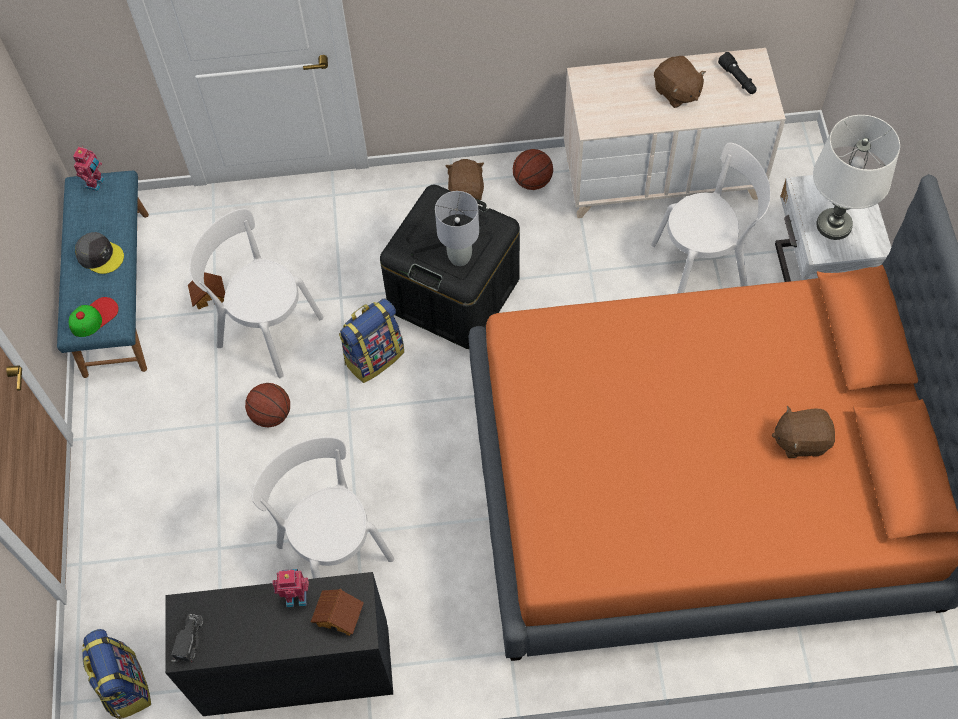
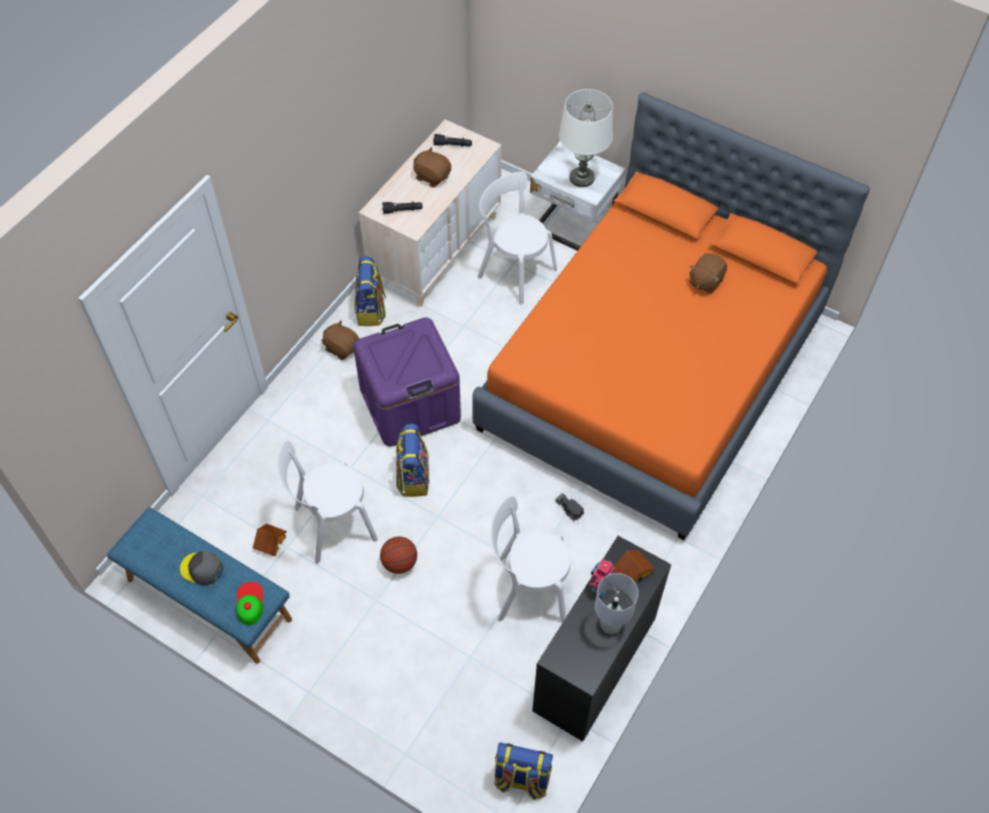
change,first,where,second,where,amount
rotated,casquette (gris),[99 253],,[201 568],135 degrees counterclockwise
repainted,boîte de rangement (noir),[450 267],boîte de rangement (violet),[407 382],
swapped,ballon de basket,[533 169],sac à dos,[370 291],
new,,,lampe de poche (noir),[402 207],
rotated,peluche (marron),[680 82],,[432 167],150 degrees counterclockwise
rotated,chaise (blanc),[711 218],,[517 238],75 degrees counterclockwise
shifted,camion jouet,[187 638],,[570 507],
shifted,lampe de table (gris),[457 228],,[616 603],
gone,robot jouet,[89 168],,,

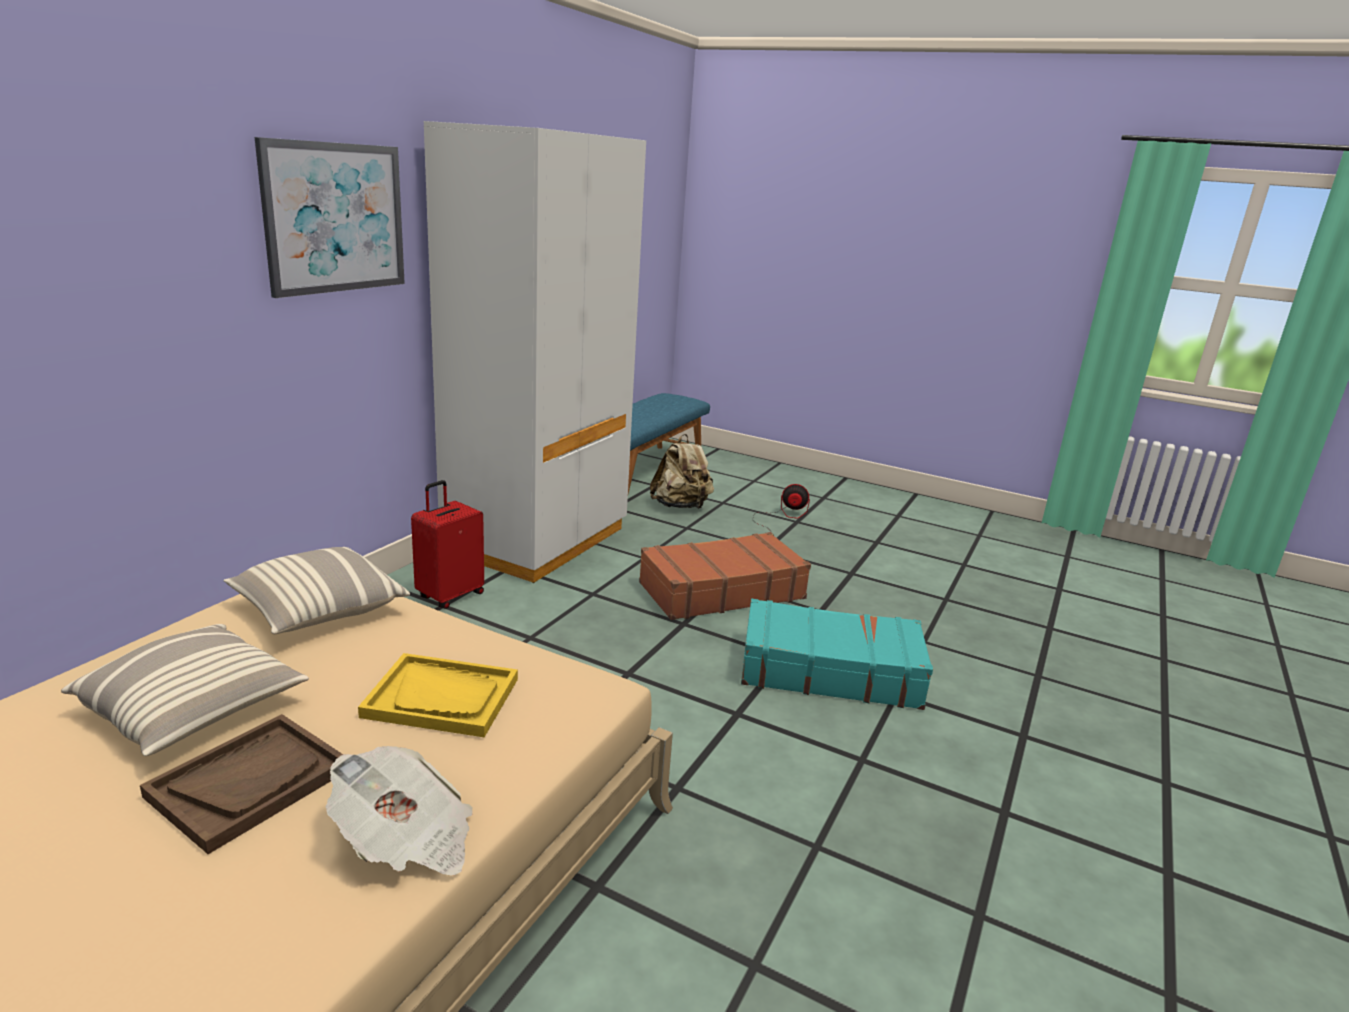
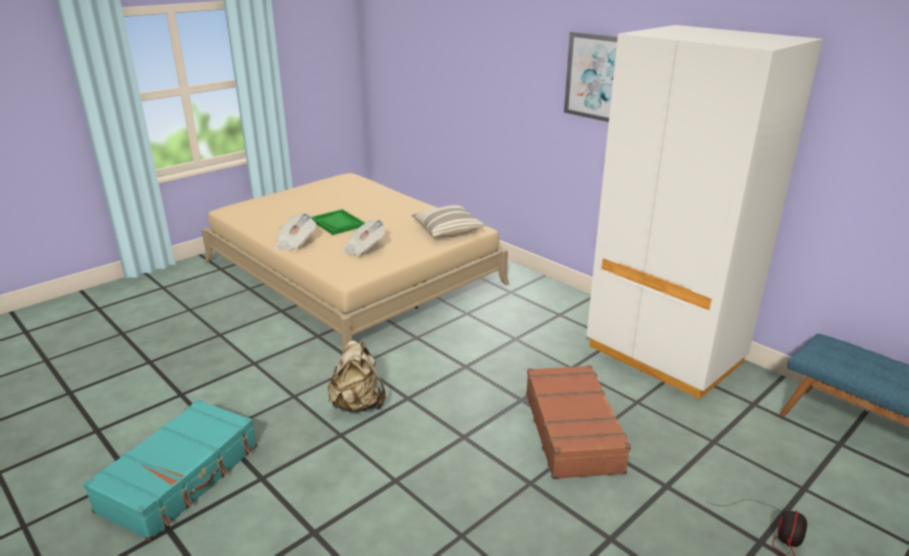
change,first,where,second,where,amount
shifted,valise (turquoise),[837 654],,[170 470],
repainted,plateau (marron),[241 784],plateau (vert),[338 222],
shifted,sac à dos (beige),[682 471],,[357 376],
swapped,plateau (jaune),[438 695],journal,[363 238],
gone,coussin,[185 690],,,
gone,valise (rouge),[447 544],,,

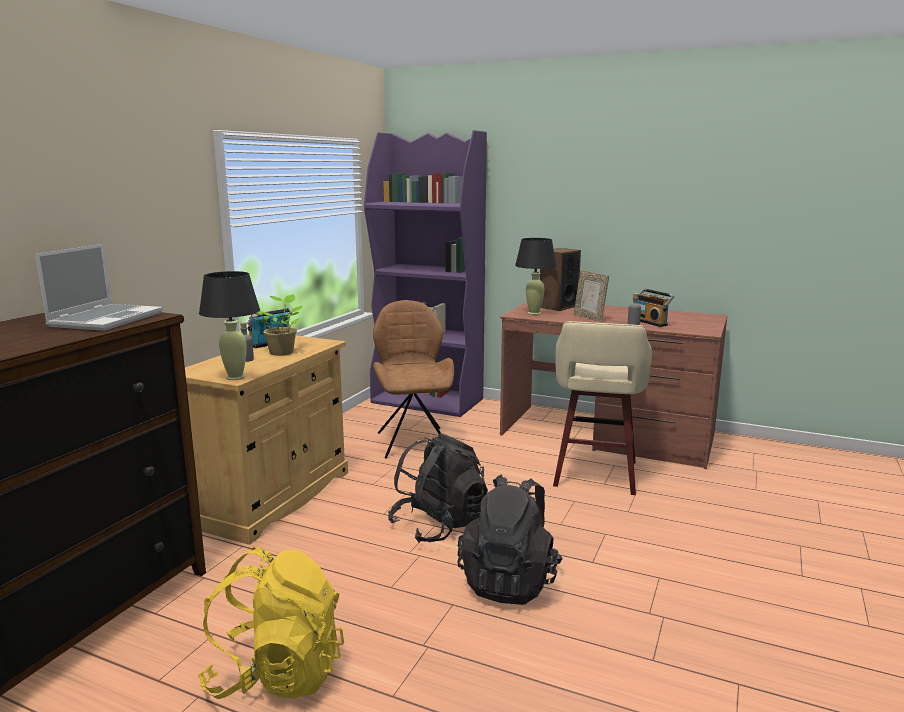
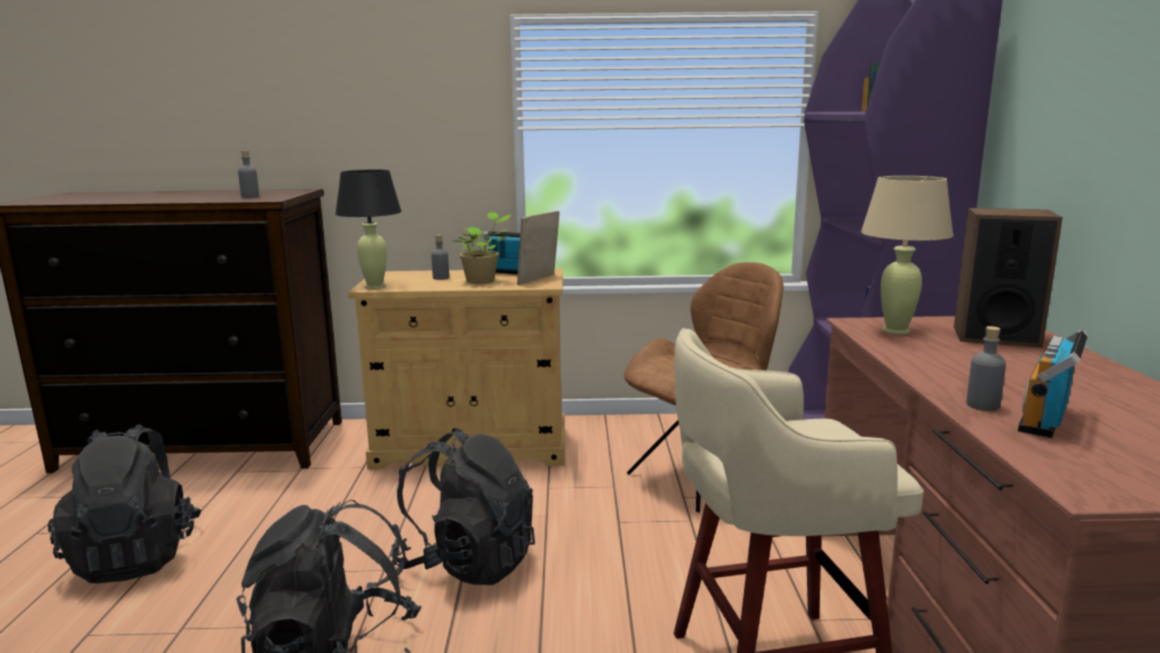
change,first,where,second,where,amount
repainted,sac à dos (jaune),[271 622],sac à dos (noir),[124 504],
swapped,ordinateur portable,[99 287],bouteille (gris),[248 174],
shifted,cadre photo,[591 296],,[538 248],
repainted,lampe de table (noir),[536 276],lampe de table (beige),[907 255],

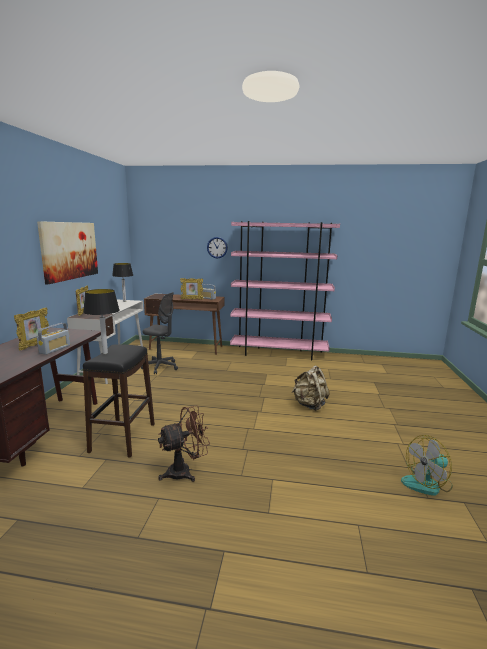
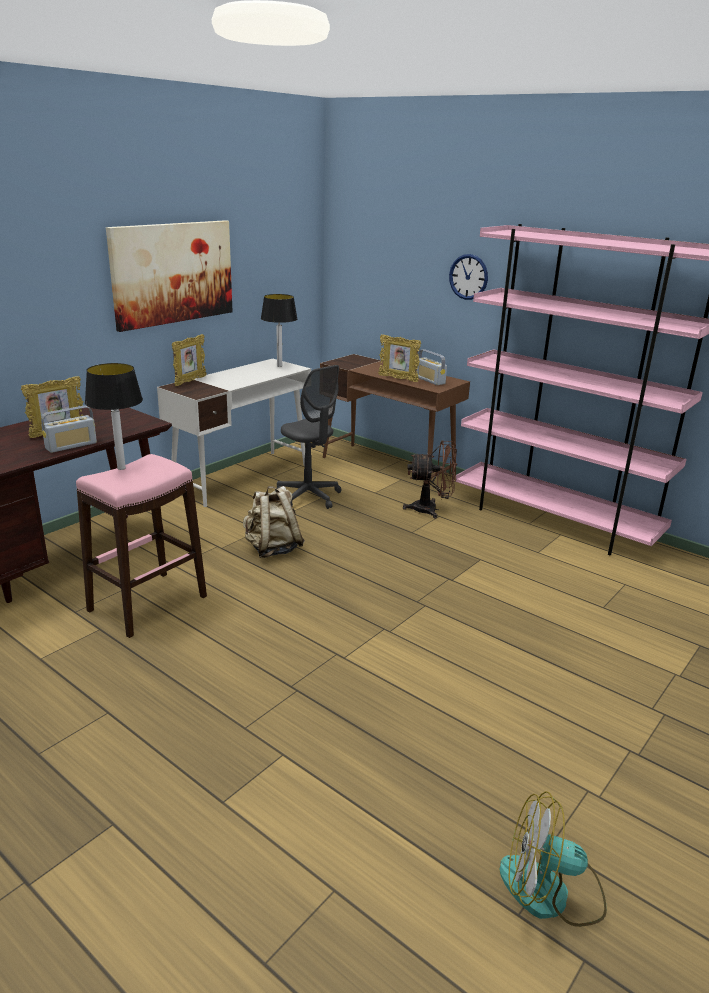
change,first,where,second,where,amount
repainted,tabouret (noir),[119 401],tabouret (rose),[141 546],
shifted,sac à dos (beige),[311 388],,[274 522],
shifted,ventilateur (marron),[184 443],,[430 479],

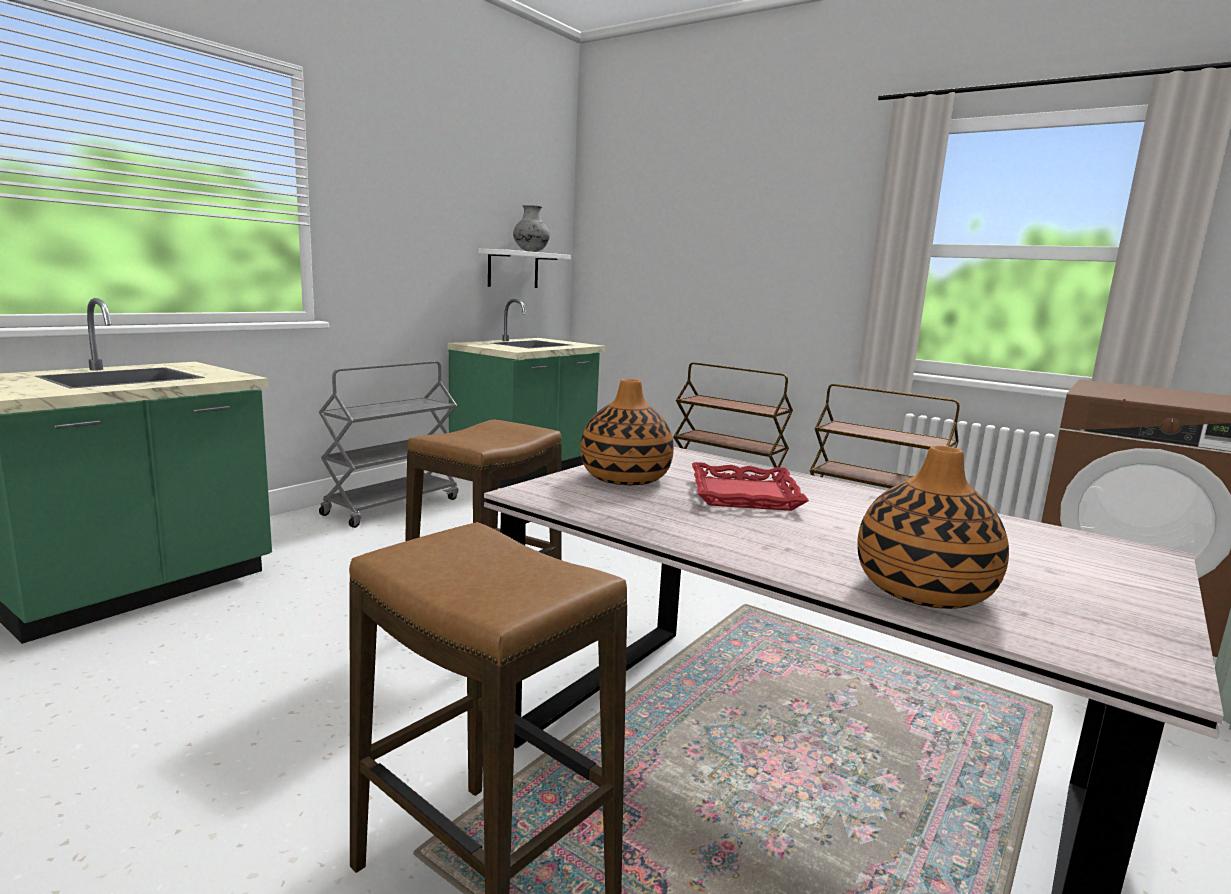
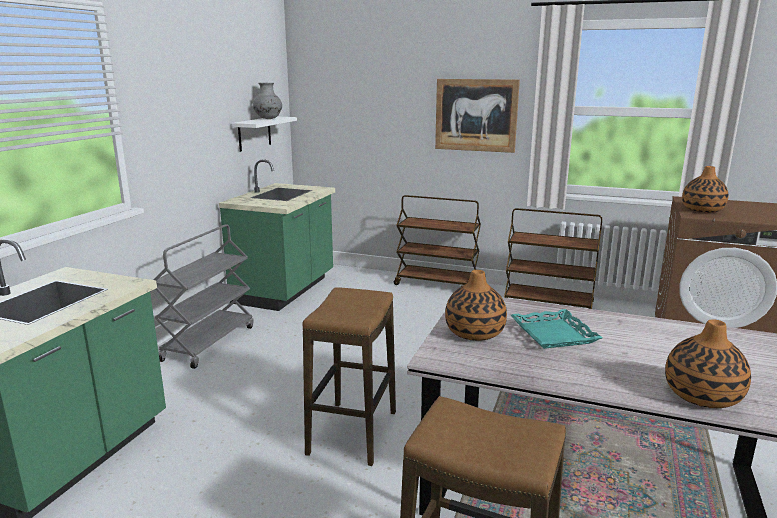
change,first,where,second,where,amount
new,,,tableau,[477 116],
repainted,plateau (rouge),[750 486],plateau (turquoise),[557 329],
new,,,vase,[705 189],

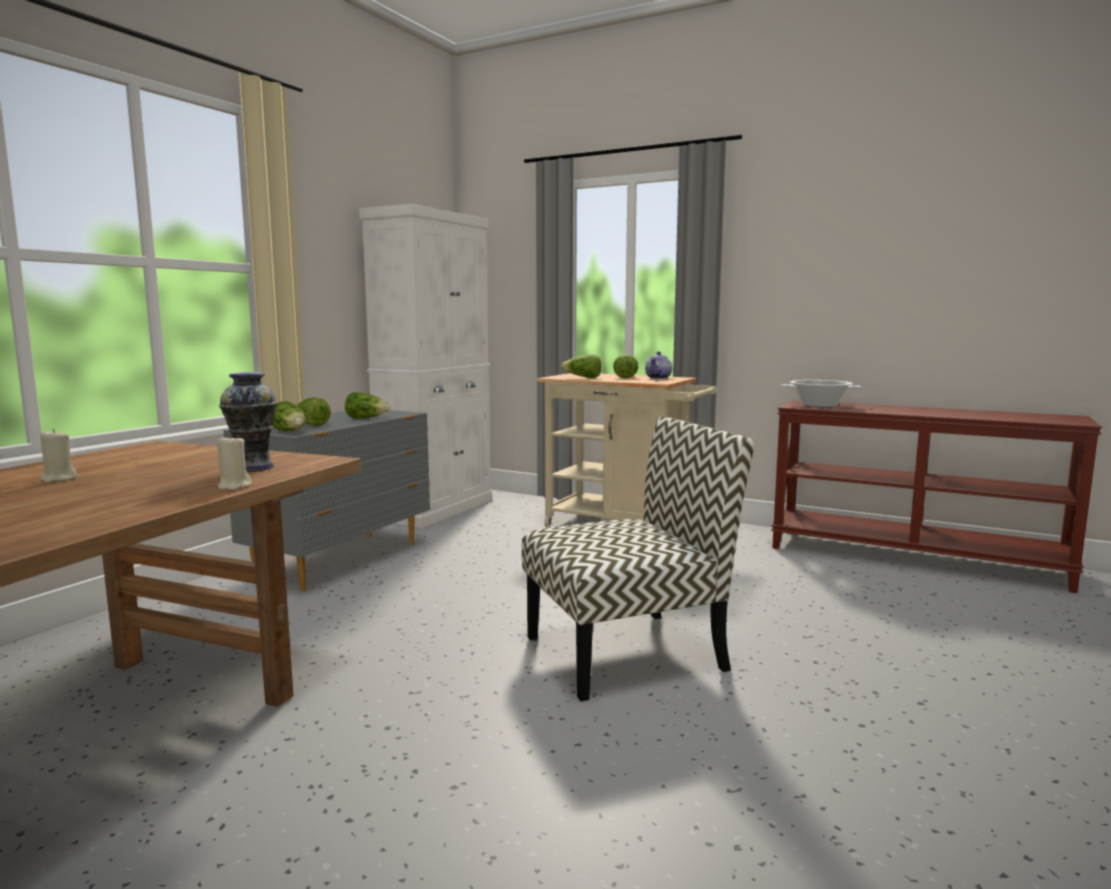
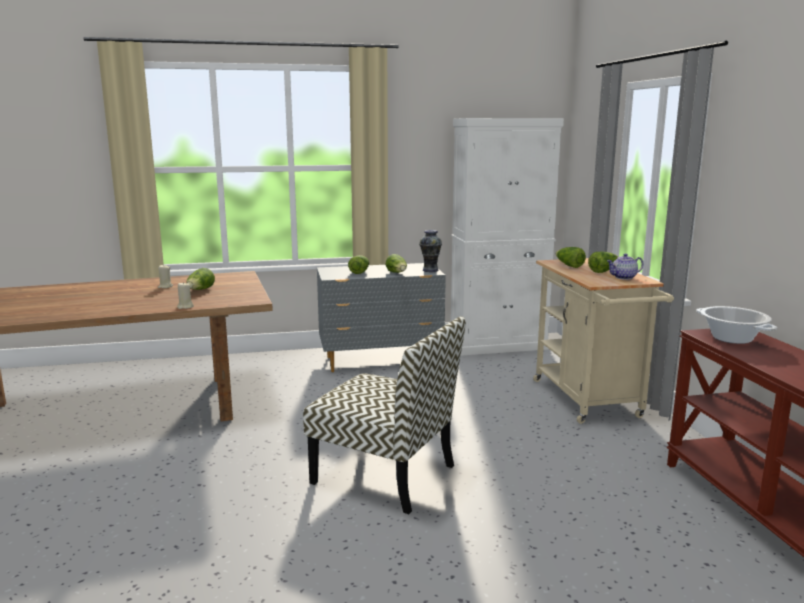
change,first,where,second,where,amount
shifted,laitue,[289 416],,[200 279],
shifted,vase,[248 422],,[430 251],

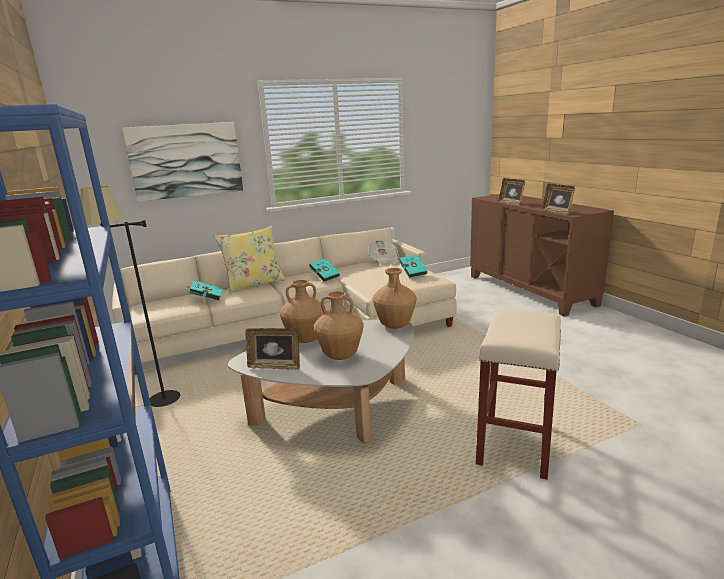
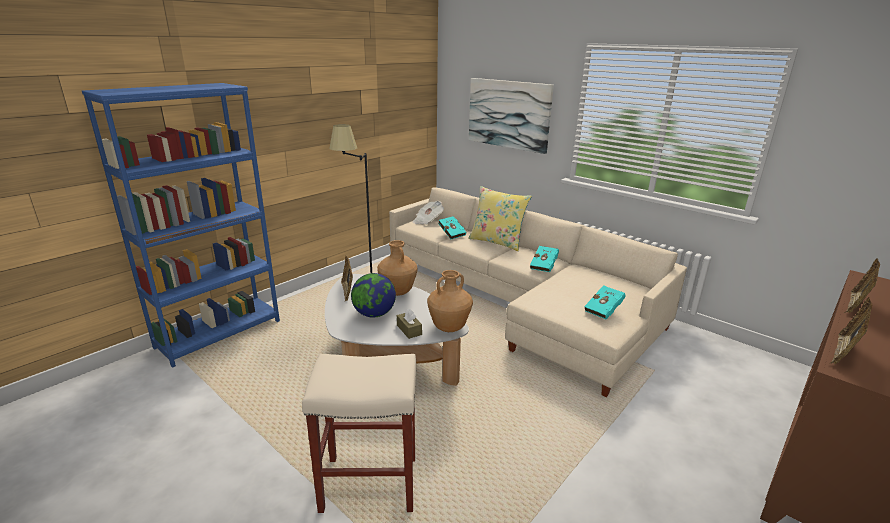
change,first,where,second,where,amount
swapped,vase (marron),[339 325],globe,[373 295],
new,,,boîte à mouchoirs (marron),[409 324],
shifted,journal,[383 253],,[428 213],

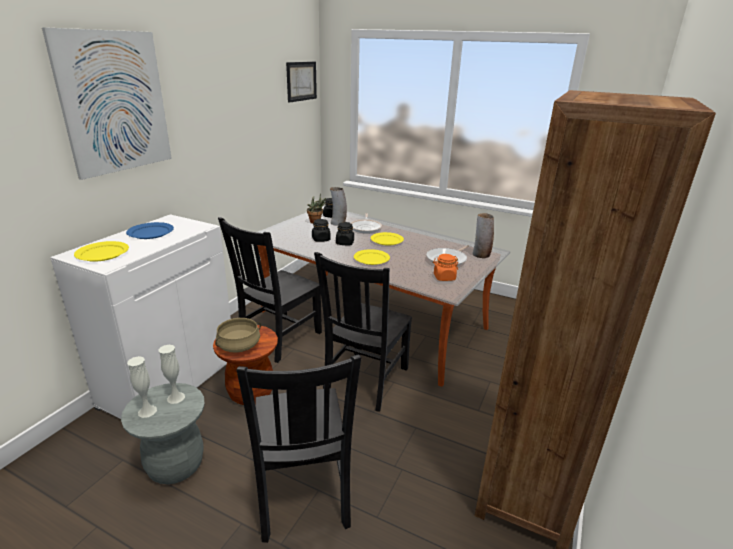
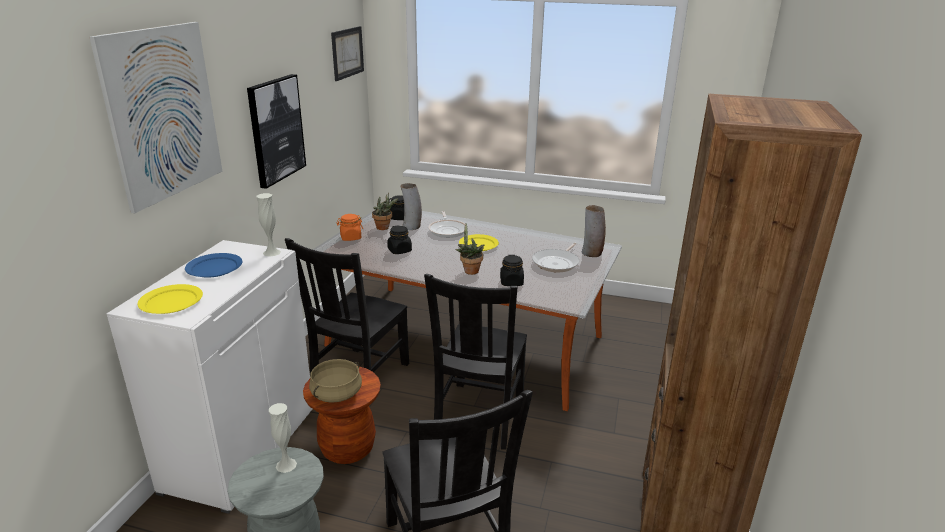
change,first,where,second,where,amount
new,,,tableau,[276 131],
shifted,vase (blanc),[142 387],,[268 225],
shifted,bocal (orange),[445 267],,[350 227],
swapped,assiette (jaune),[372 257],plante en pot,[469 249],
shifted,bocal (noir),[345 233],,[512 270],

